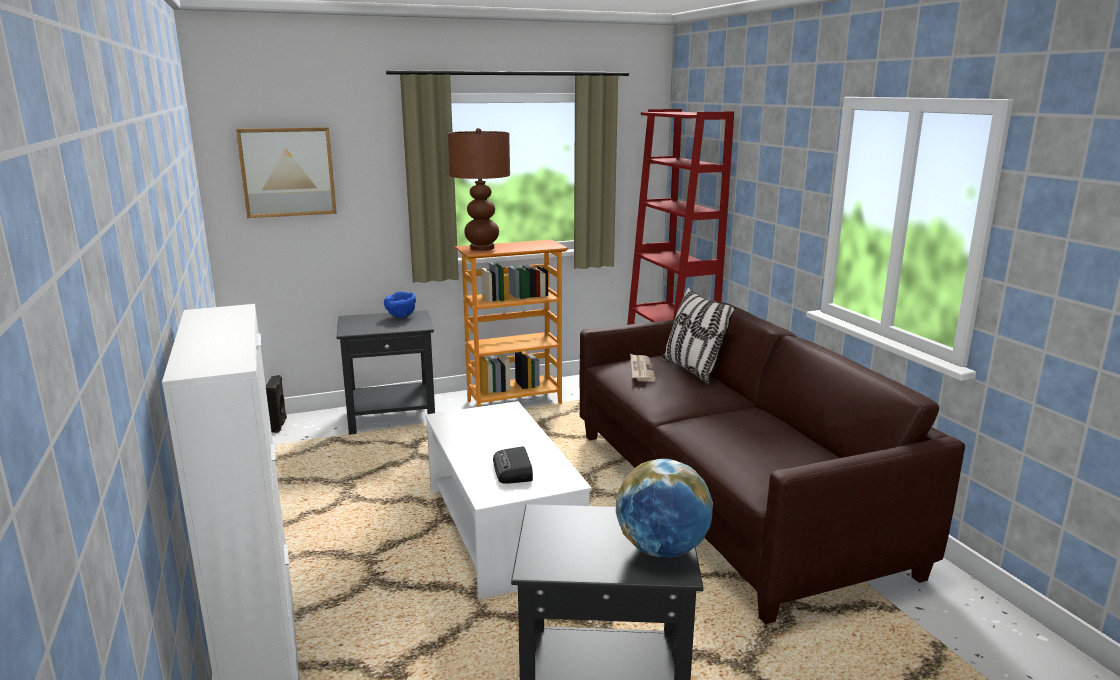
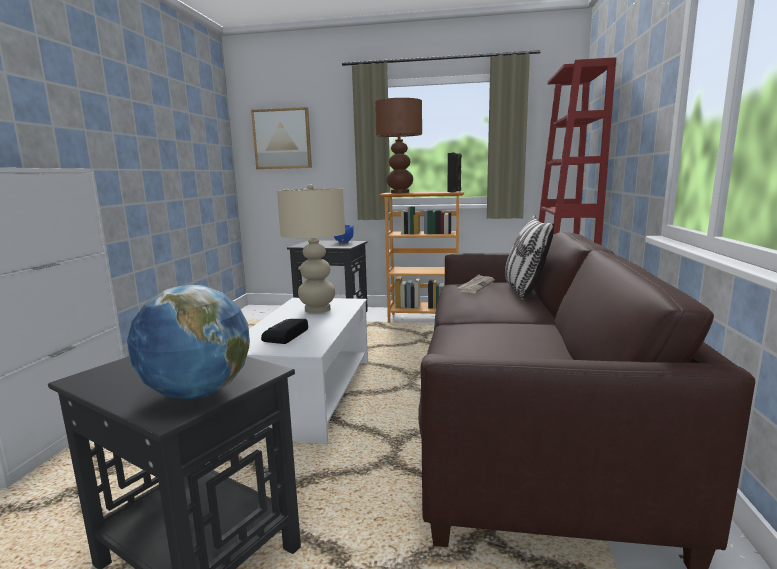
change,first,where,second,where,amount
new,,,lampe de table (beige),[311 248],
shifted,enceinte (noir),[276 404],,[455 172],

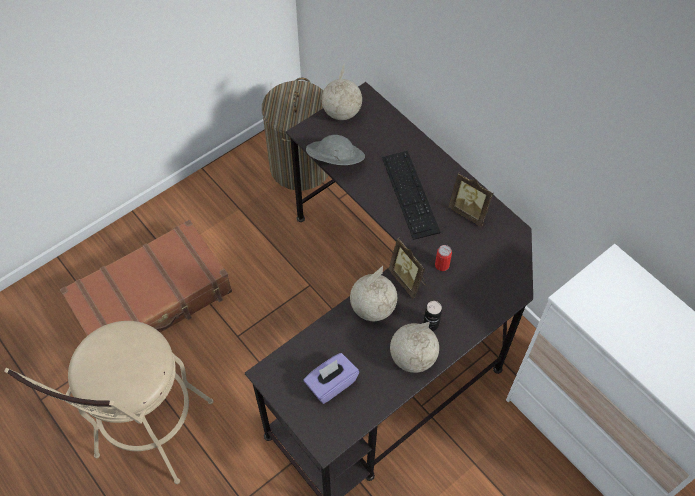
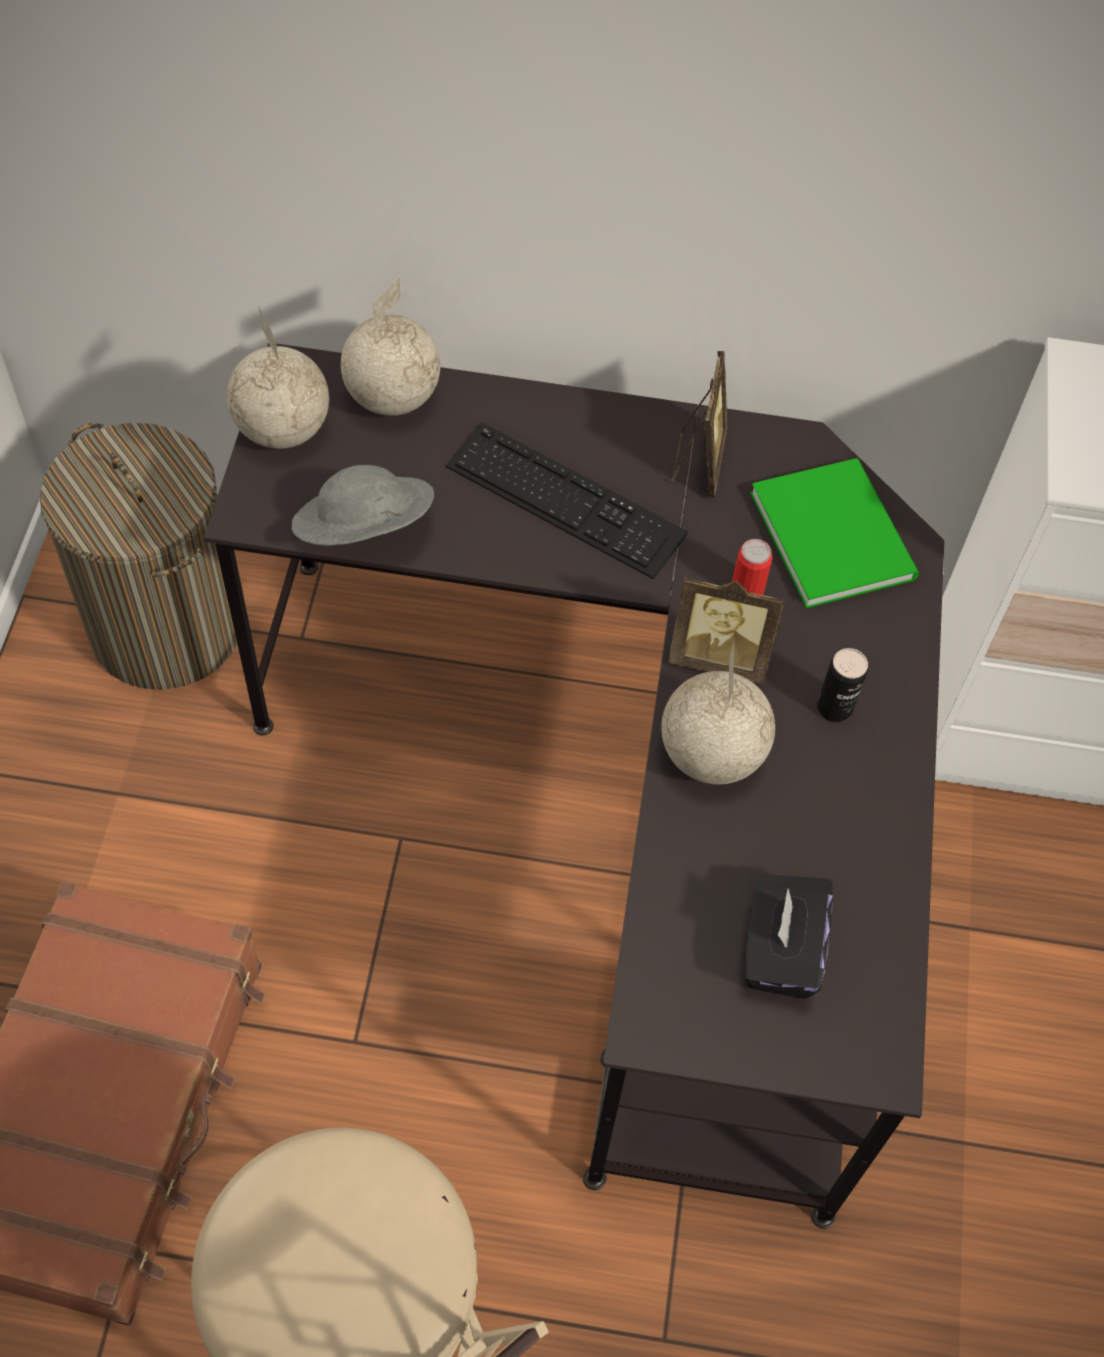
change,first,where,second,where,amount
shifted,globe,[414 347],,[390 346],
rotated,cadre photo,[471 200],,[699 424],75 degrees counterclockwise
repainted,boîte à mouchoirs (violet),[331 378],boîte à mouchoirs (noir),[789 936],
new,,,livre (vert),[834 533],

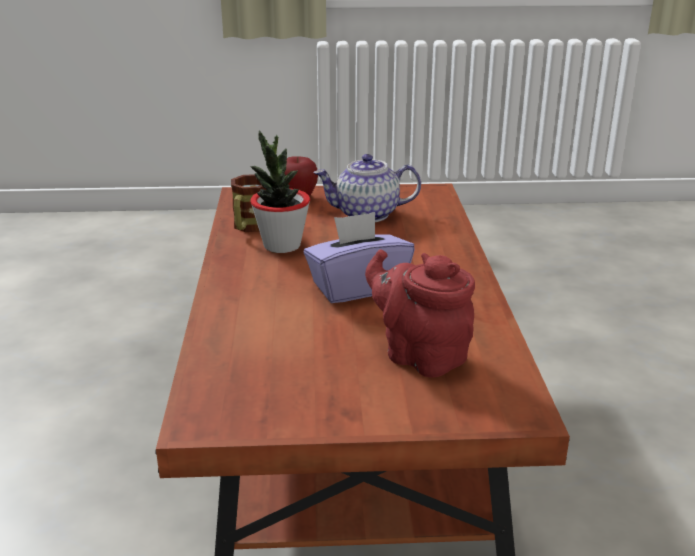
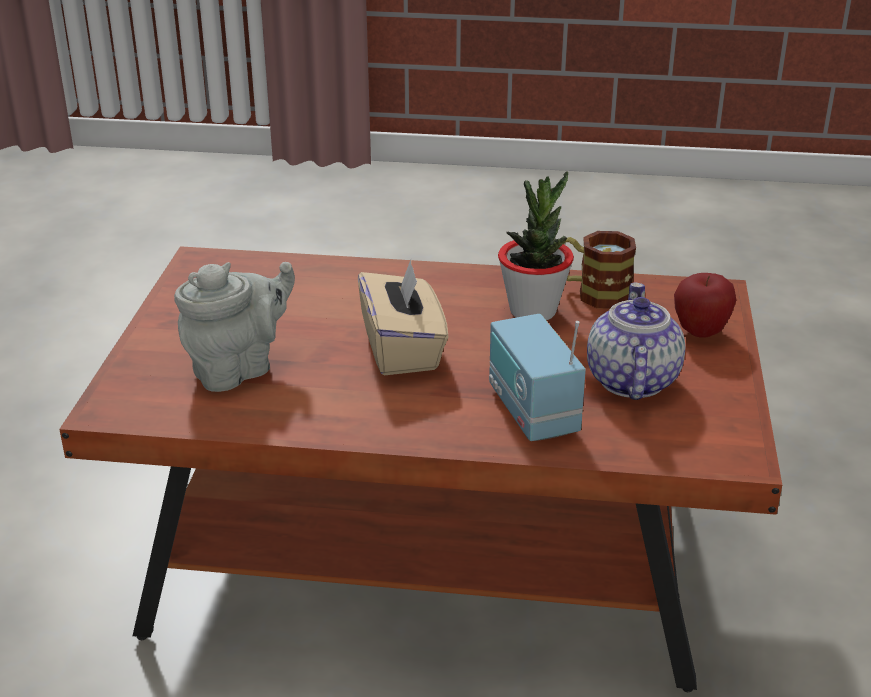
change,first,where,second,where,amount
repainted,théière (rouge),[420 313],théière (gris),[234 327],
repainted,boîte à mouchoirs (violet),[359 257],boîte à mouchoirs (beige),[403 318],
new,,,radio,[537 377],

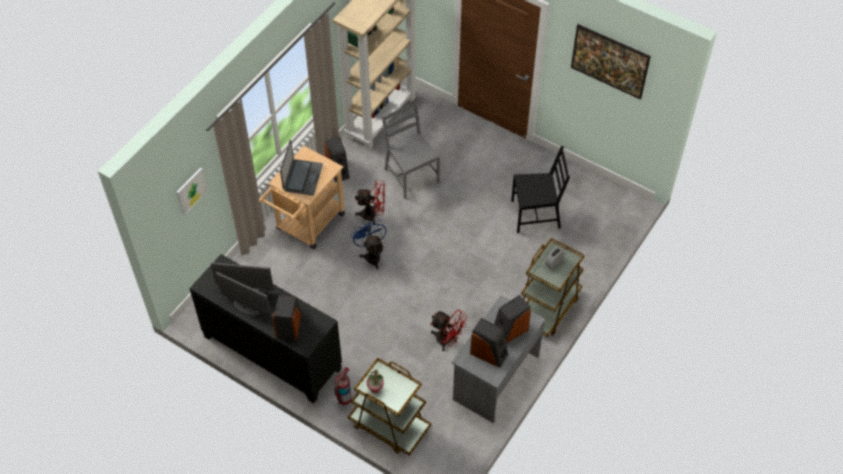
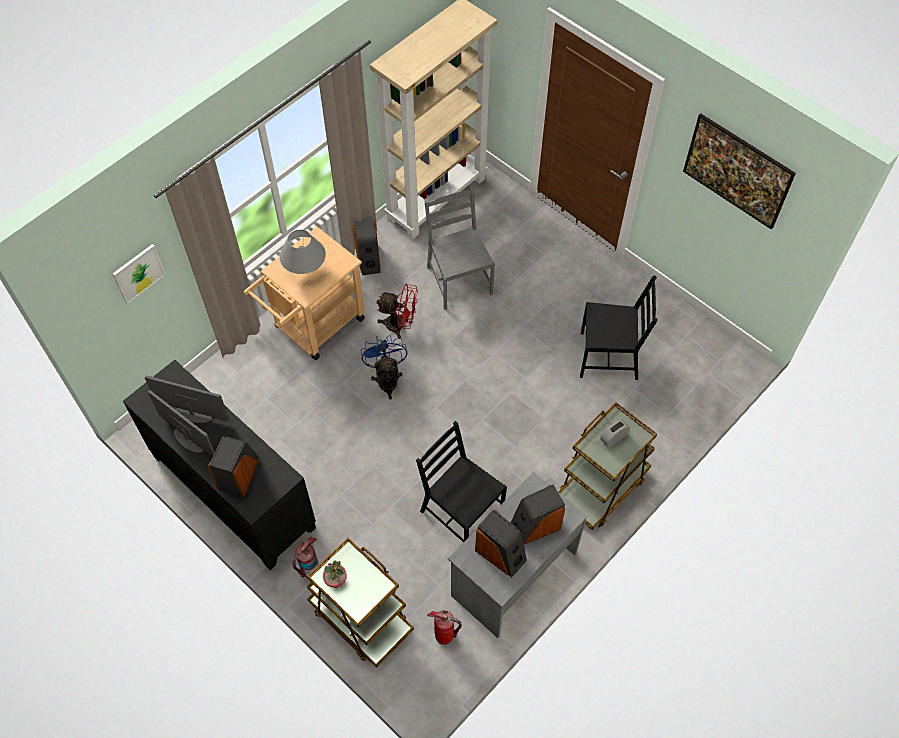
change,first,where,second,where,amount
swapped,ordinateur portable,[301 167],lampe de table (gris),[302 252],
swapped,ventilateur (rouge),[449 330],chaise (noir),[461 481],
new,,,extincteur,[444 627],

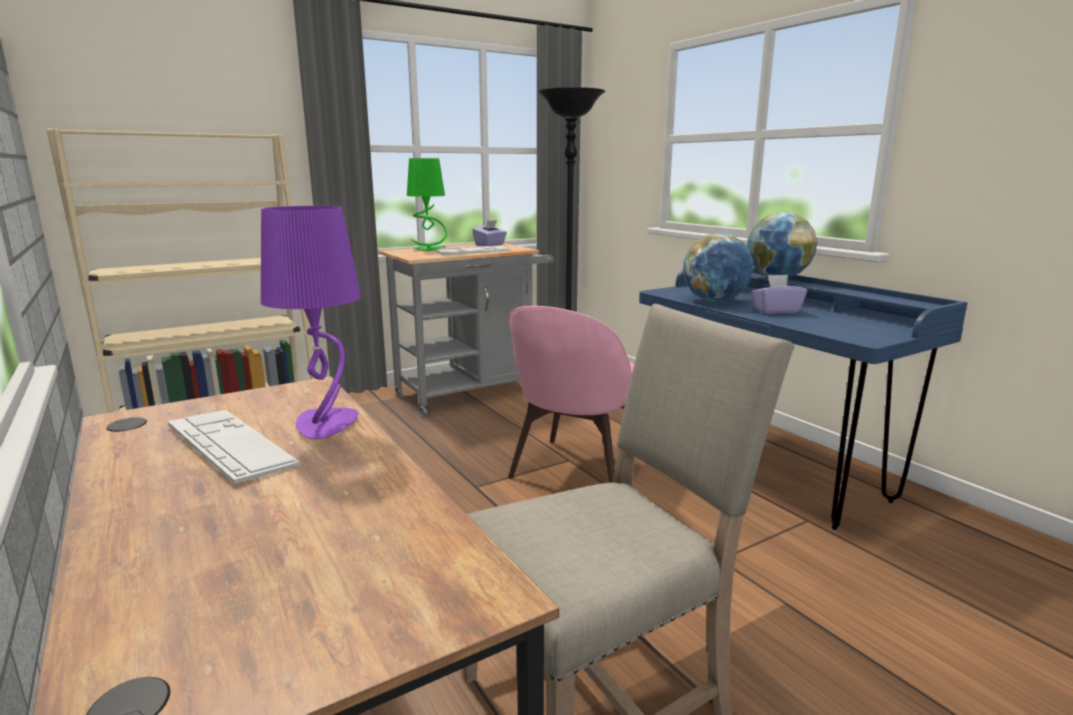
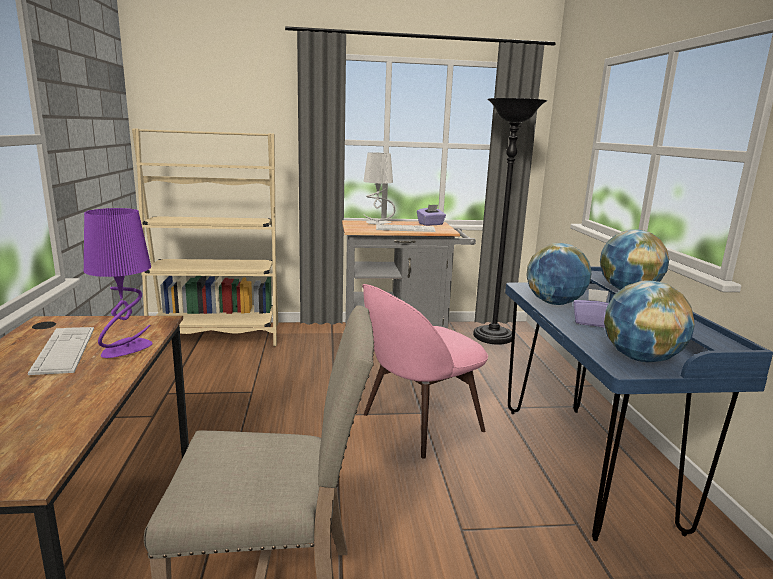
change,first,where,second,where,amount
repainted,lampe de table (vert),[427 204],lampe de table (gris),[379 188],
new,,,globe,[649 321],

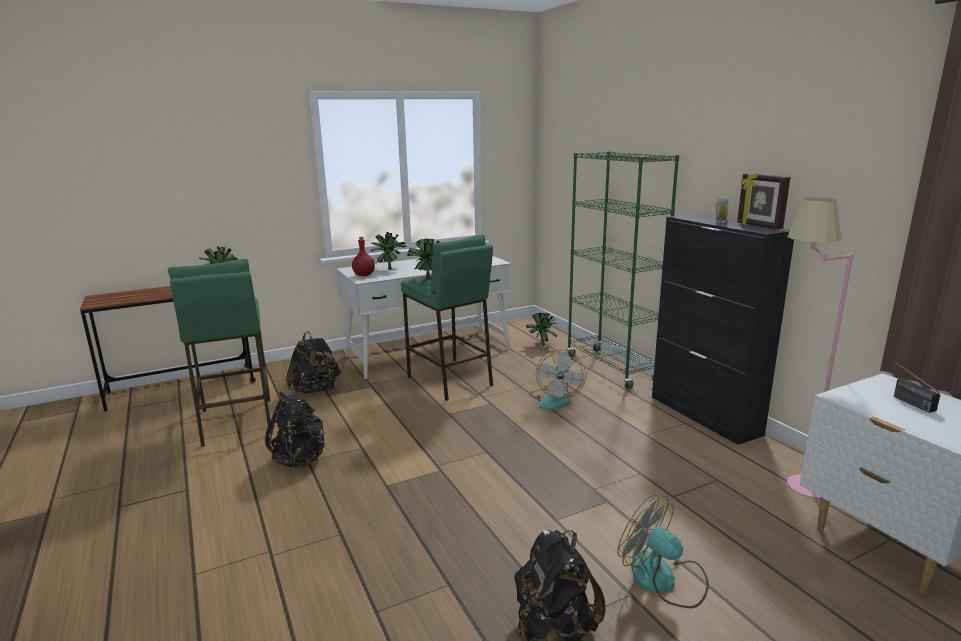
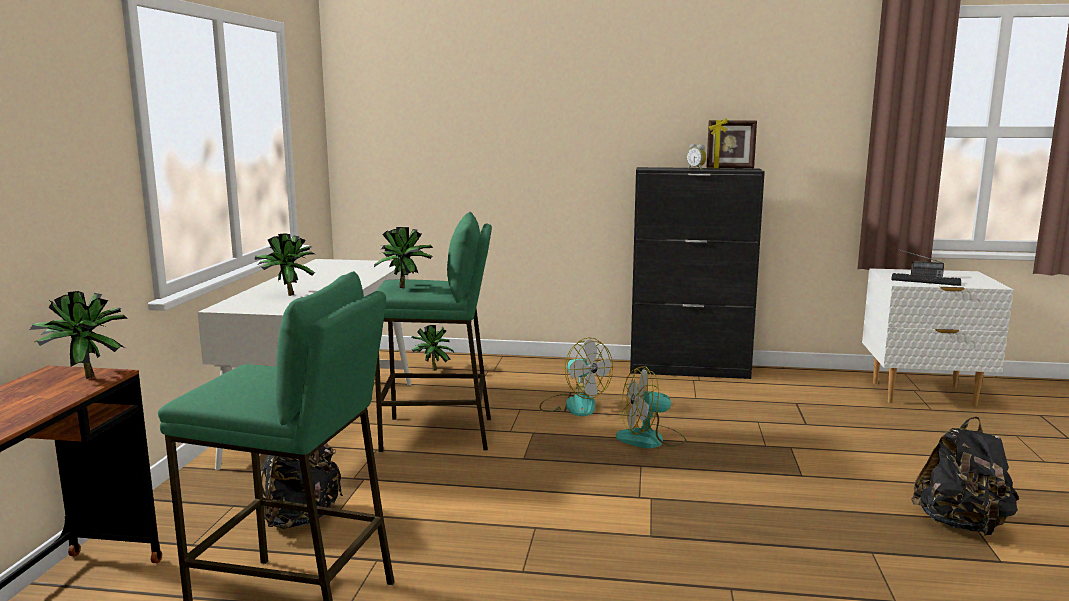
change,first,where,second,where,amount
shifted,ventilateur,[663 551],,[651 407],
new,,,clavier,[926 279],
gone,sac à dos (noir),[295 430],,,
gone,bouteille (rouge),[363 256],,,
gone,bibliothèque (vert),[623 270],,,
gone,lampadaire (rose),[820 348],,,

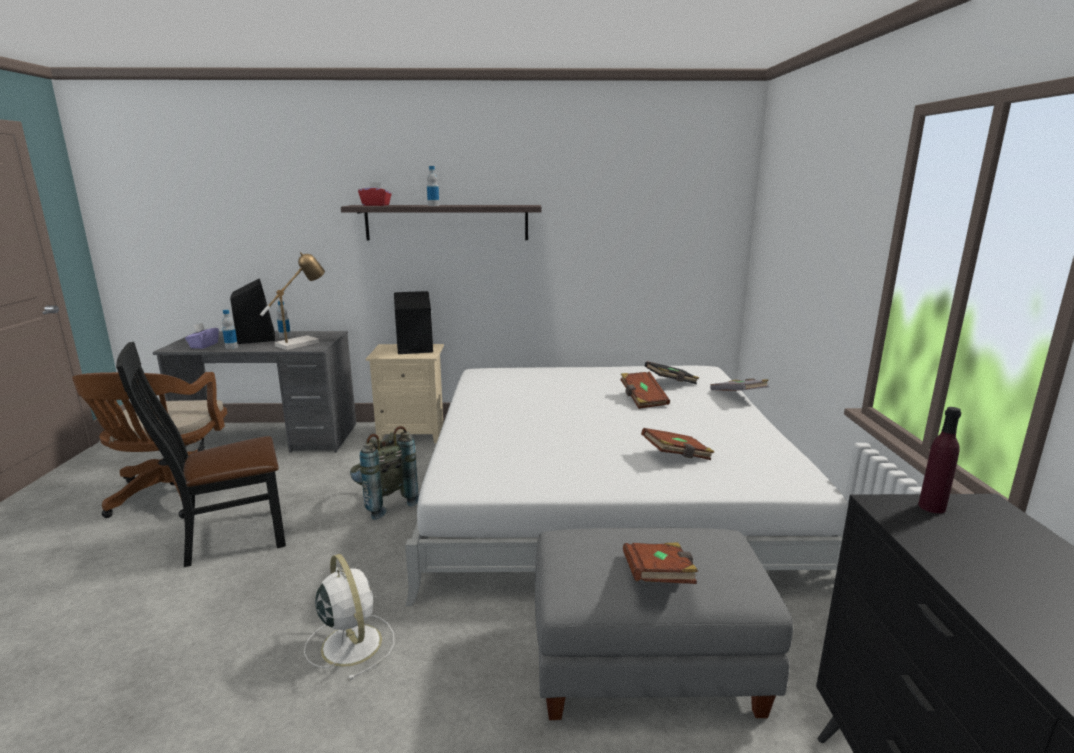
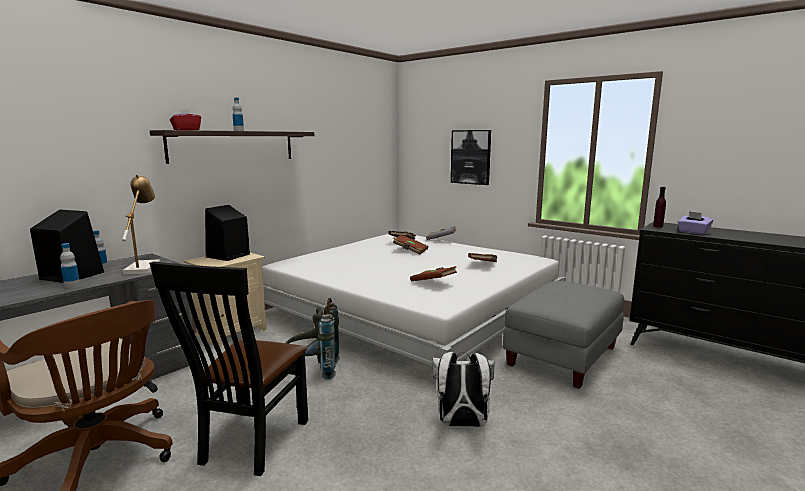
change,first,where,second,where,amount
shifted,livre (marron),[660 563],,[433 273],
swapped,ventilateur (blanc),[349 617],sac à dos (blanc),[463 389],
new,,,tableau,[471 157],
shifted,boîte à mouchoirs (violet),[202 336],,[695 223],

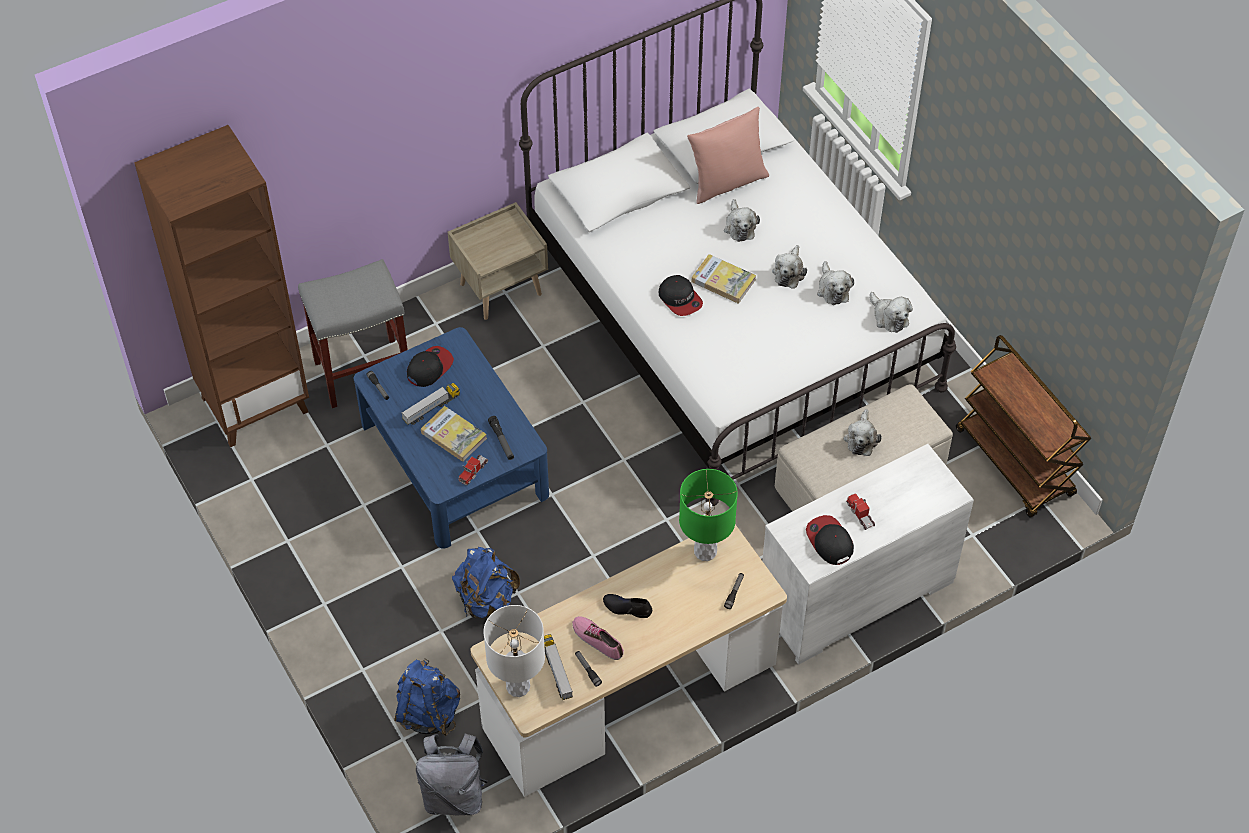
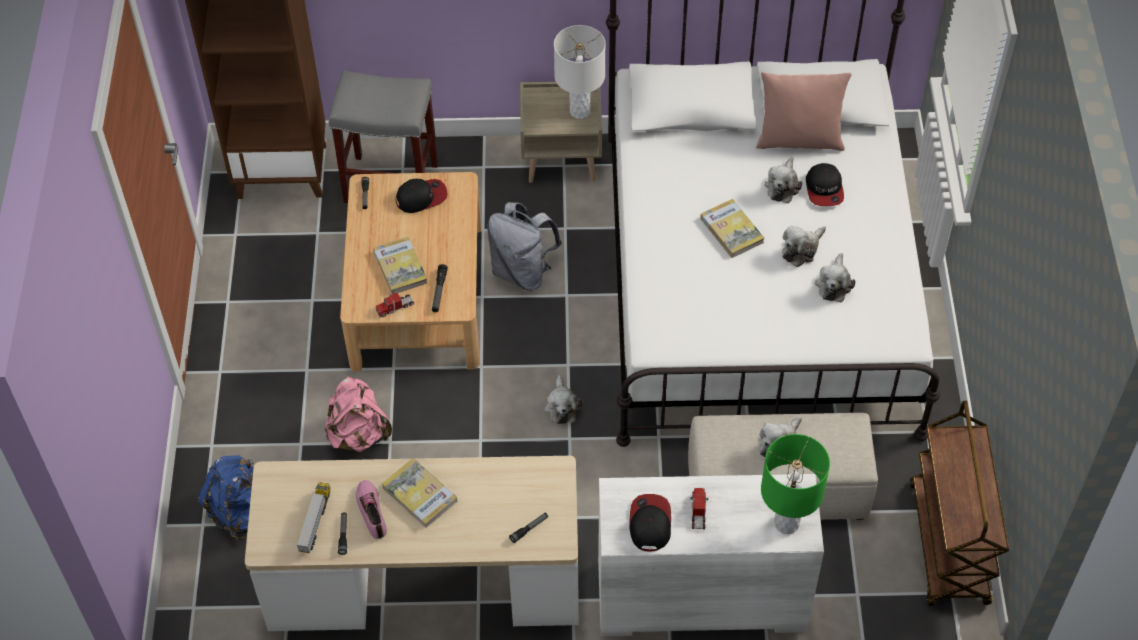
change,first,where,second,where,amount
repainted,sac à dos (bleu),[486 582],sac à dos (rose),[358 414],
repainted,table basse (bleu),[451 438],table basse (beige),[410 272],
swapped,chaussure (noir),[627 606],livre,[419 493],
shifted,sac à dos (gris),[452 774],,[524 246],
shifted,peluche,[891 312],,[563 399],
shifted,lampe de table (blanc),[514 651],,[580 72],
shifted,lampe de table (vert),[708 515],,[795 484],
shifted,casquette,[681 295],,[825 184],
gone,camion jouet,[430 404],,,

